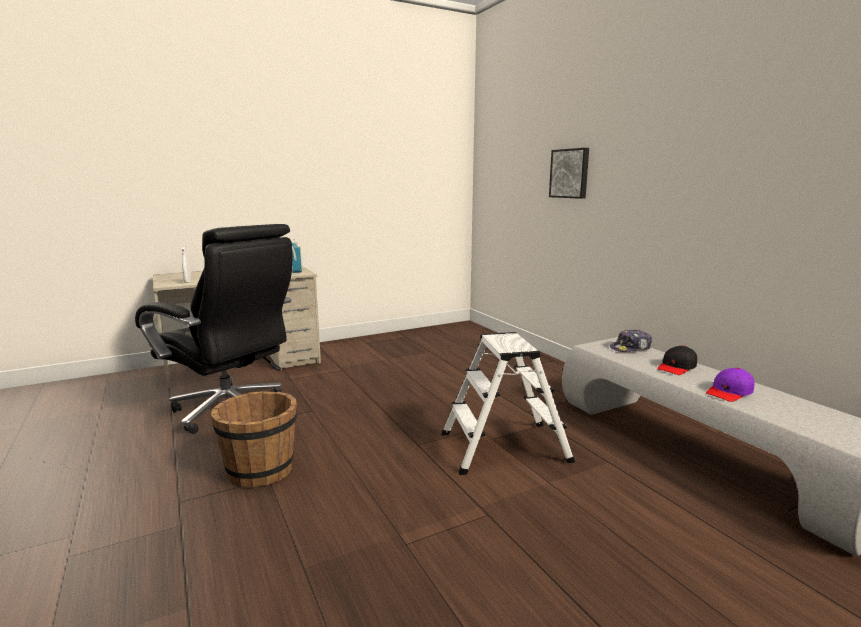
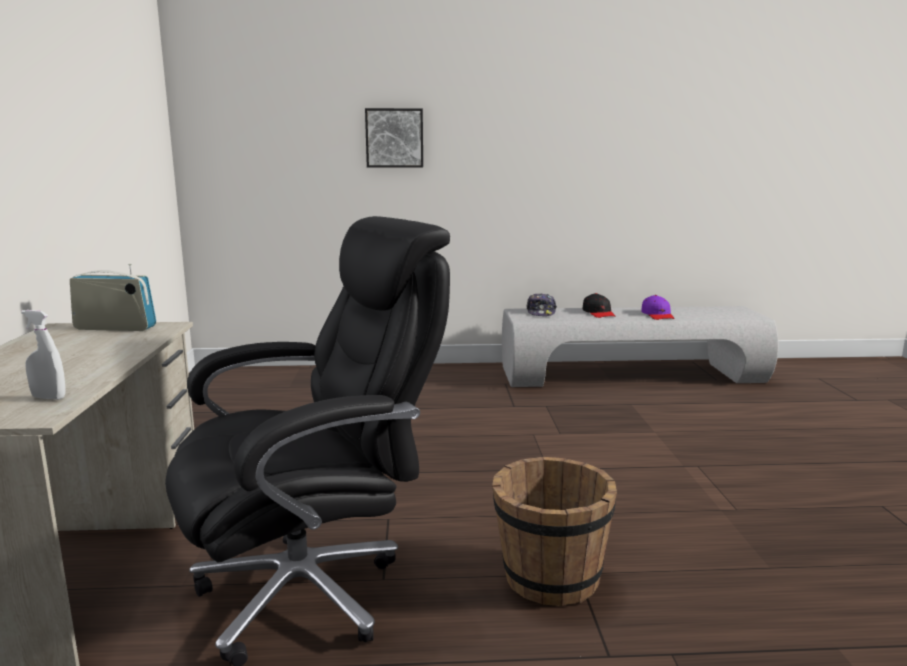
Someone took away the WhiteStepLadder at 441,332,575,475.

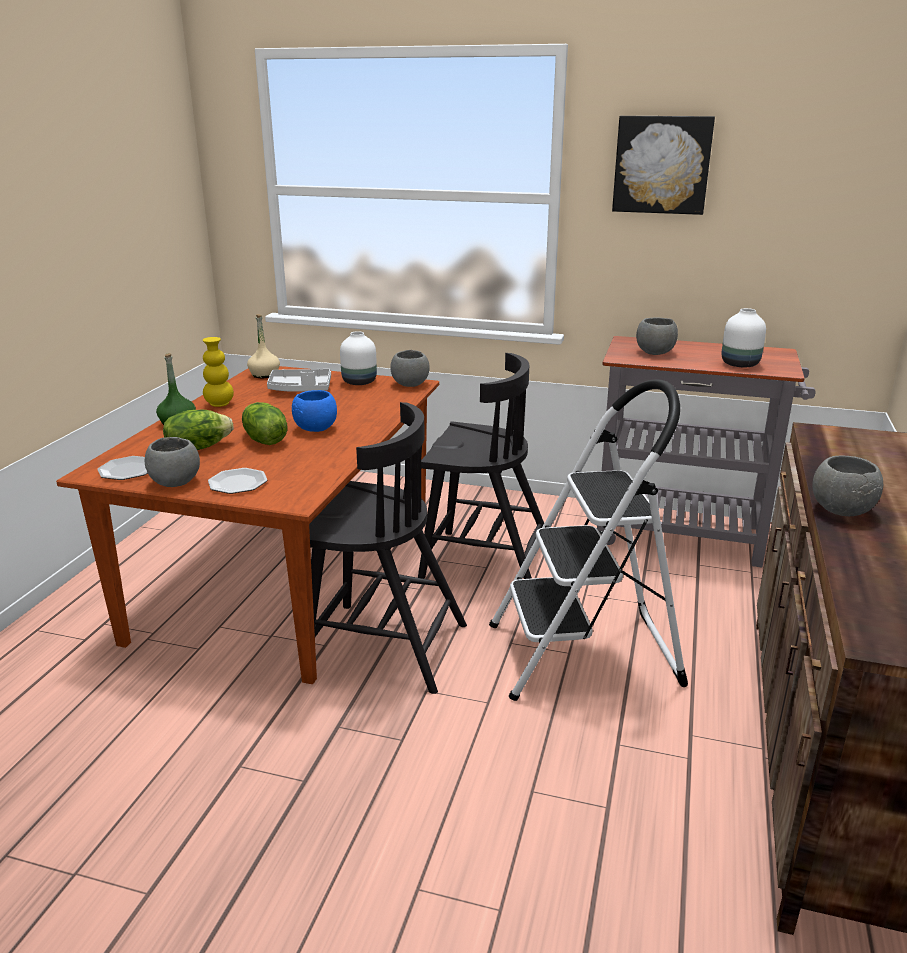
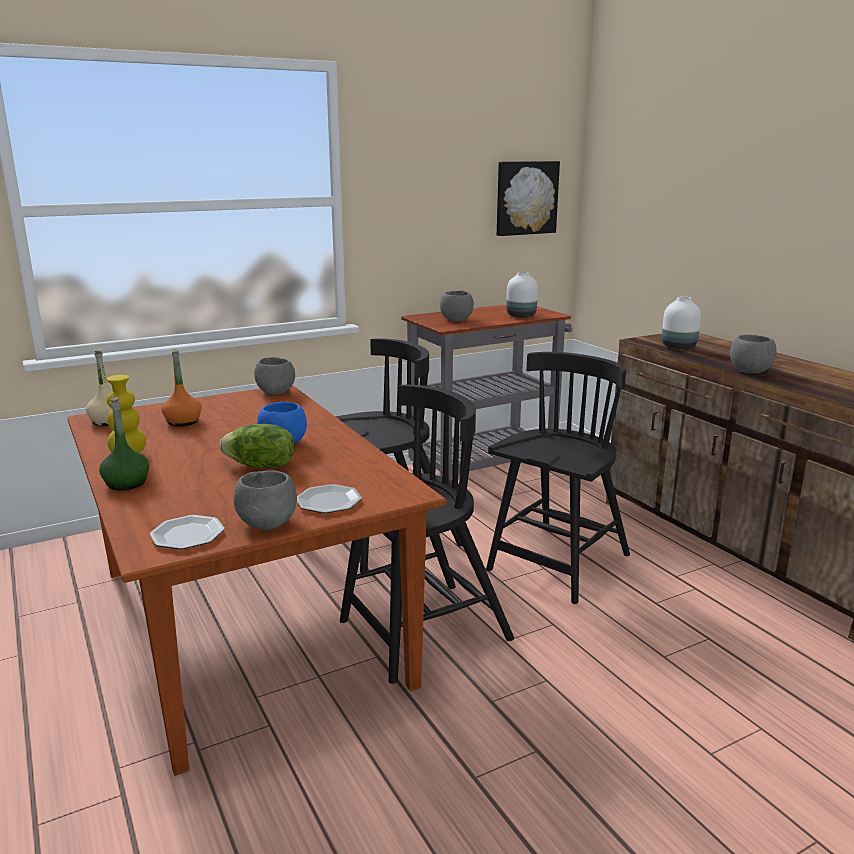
Someone took away the Lettuce at 163,410,234,450. Someone carried the WhiteVase from 340,331,377,385 to 662,296,701,349. Someone carried the Picture from 612,116,715,215 to 497,161,560,236. Someone swapped the GreyTray at 267,368,331,392 for the OrangeBottle at 161,350,202,426. Someone swapped the StepLadder at 489,380,688,701 for the BlackChair at 486,352,630,604.

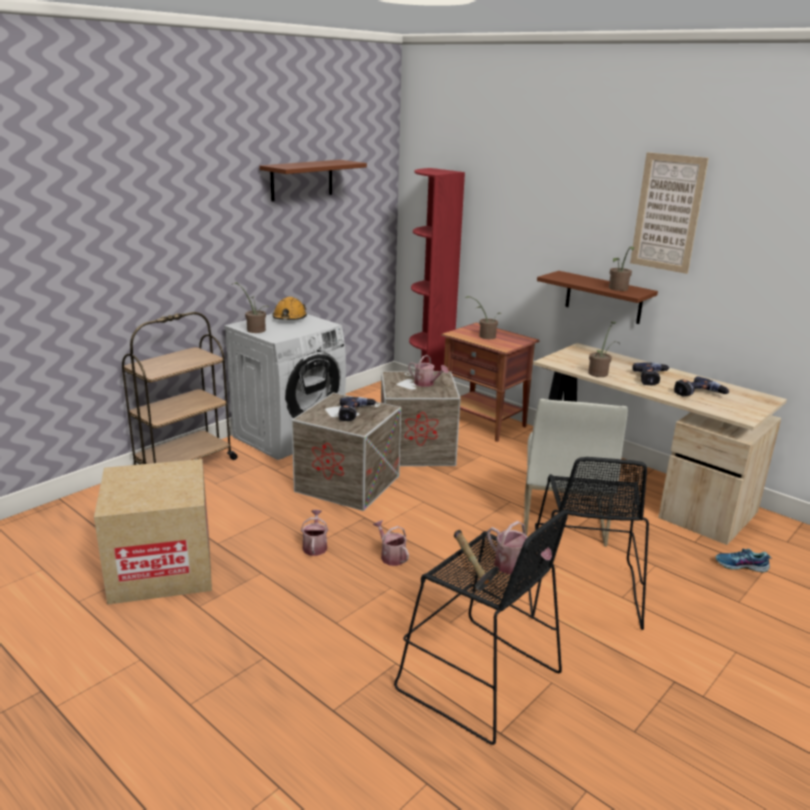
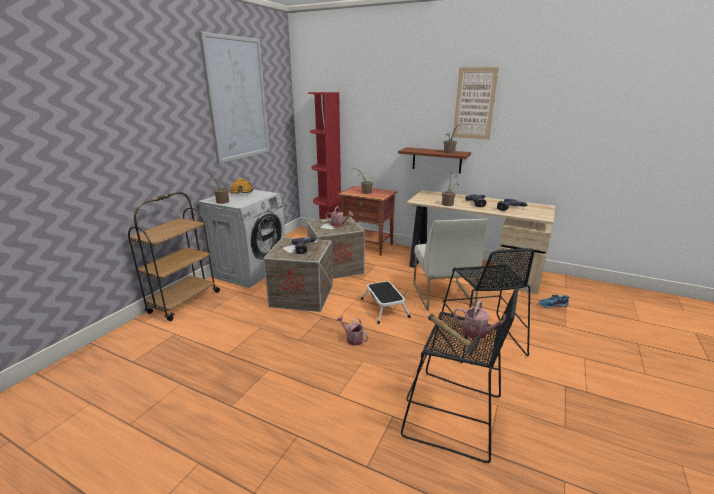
Someone took away the CardboardBox at 94,459,212,605. Someone took away the WateringCan at 301,510,328,556. Someone put down the BlackStepLadder at 361,281,411,324. Someone swapped the BrownShelf at 259,160,367,201 for the Picture at 199,32,270,164.

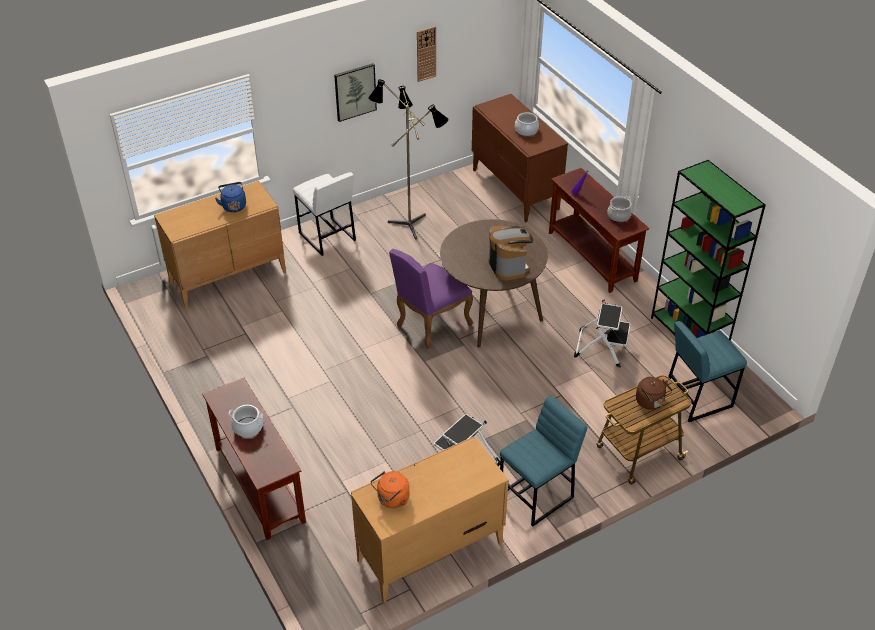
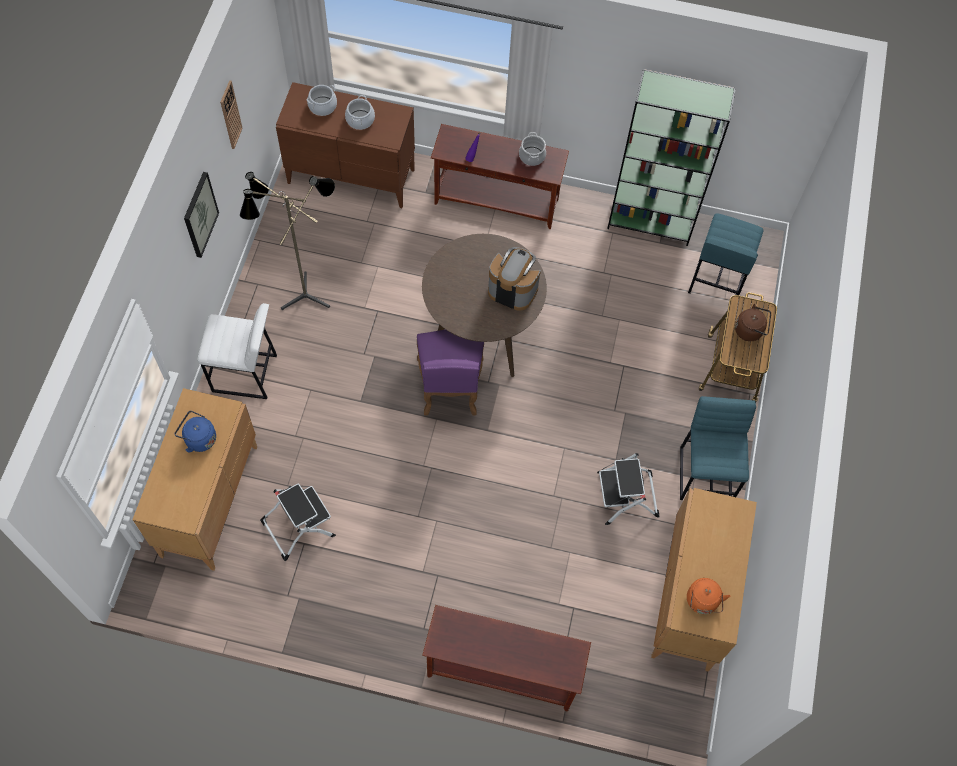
Someone carried the CookingPot from 229,405,263,437 to 307,85,337,116. Someone carried the StepLadder from 574,300,630,368 to 260,484,336,561.

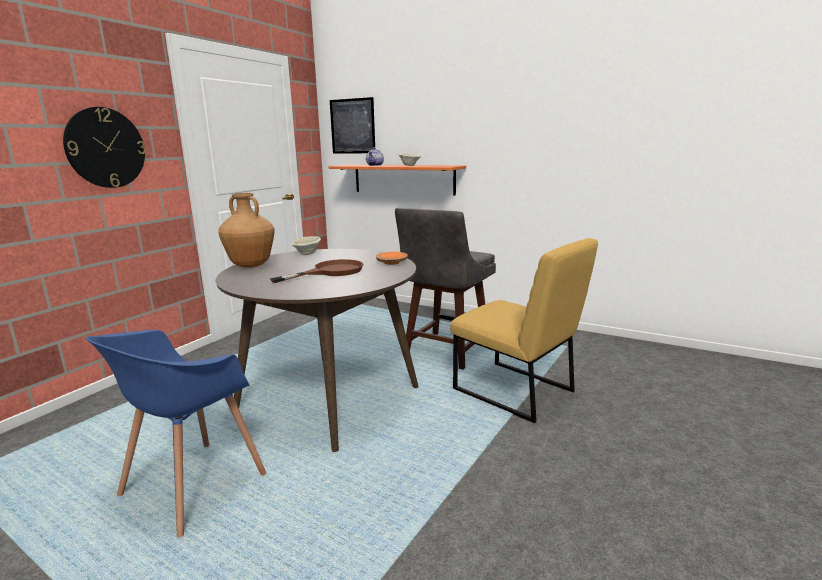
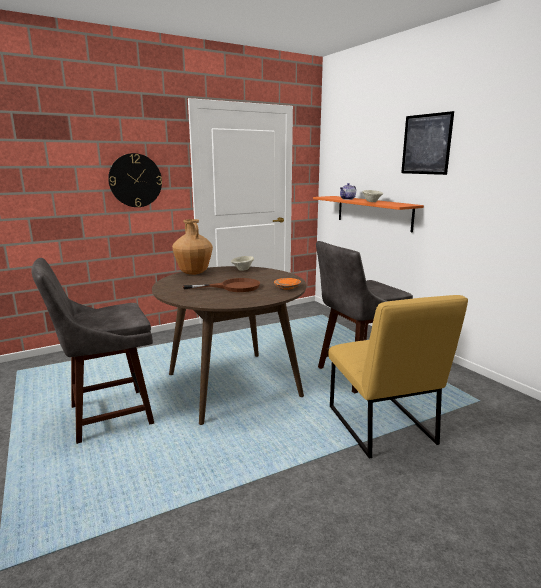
Someone carried the Picture from 330,97,375,154 to 401,111,454,175. Someone swapped the BlueChair at 85,330,266,537 for the GreyStool at 31,258,154,444.

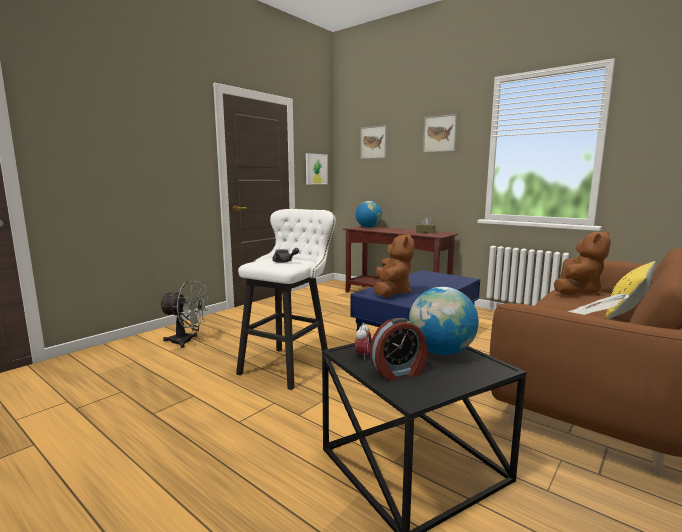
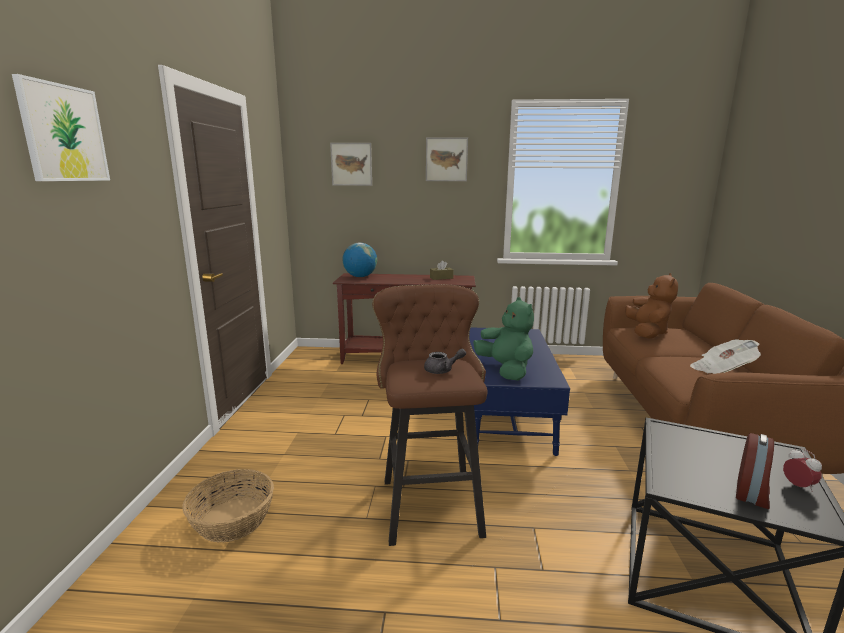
Someone took away the Globe at 409,287,479,355. Someone took away the YellowPillow at 605,261,655,319. Someone carried the Picture from 306,153,328,184 to 12,74,110,181. Someone carried the AlarmClock from 355,322,371,360 to 783,448,822,492. Someone swapped the GreyFan at 159,281,208,348 for the Basket at 182,469,274,543. Someone repainted the WhiteStool at 236,209,336,390, which became the BrownStool at 372,285,487,546. Someone repainted the BrownPlushToy at 373,233,414,297, which became the GreenPlushToy at 473,297,534,381.

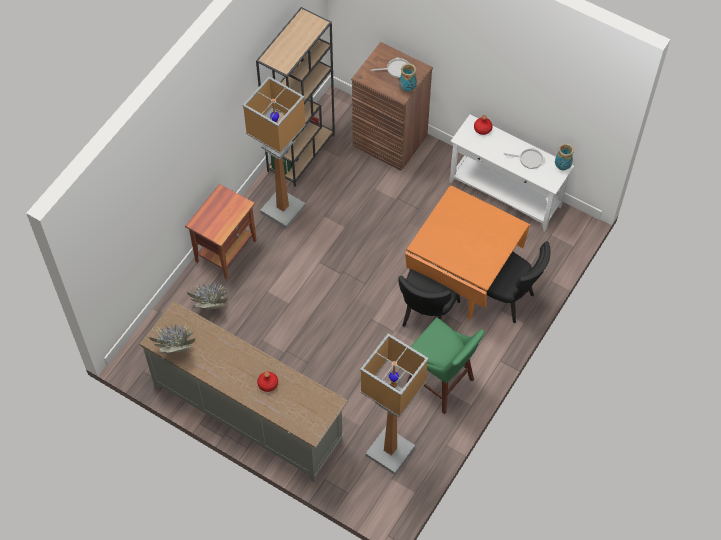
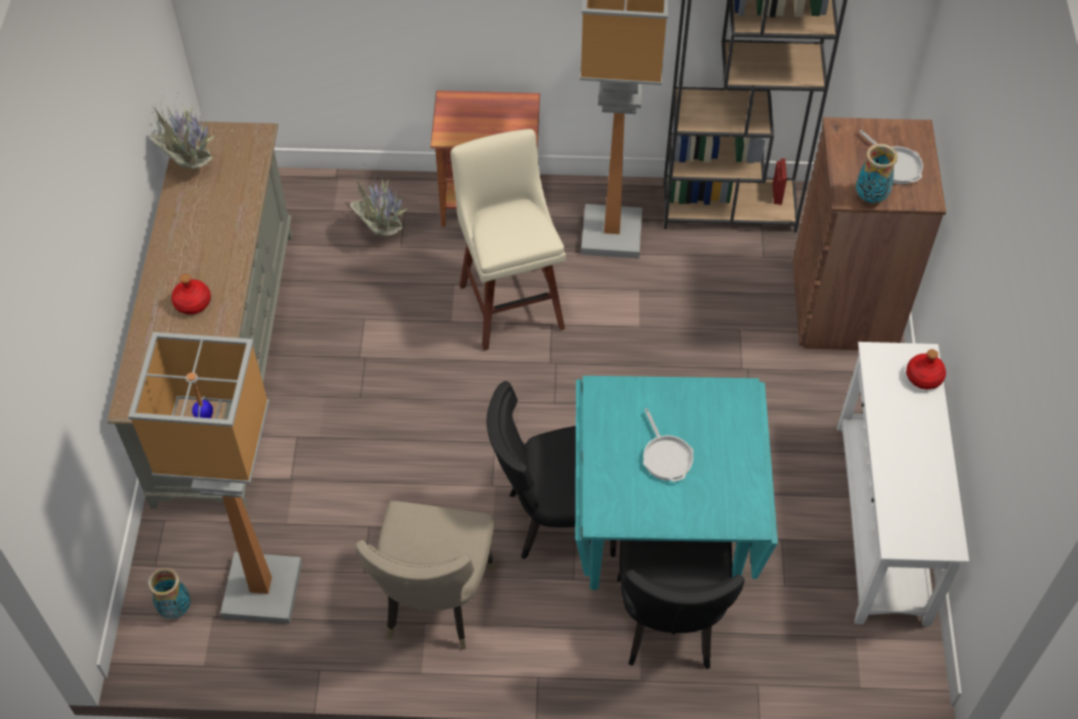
Someone put down the BeigeStool at 451,129,566,350. Someone carried the FryingPan from 504,148,545,169 to 643,408,694,482. Someone carried the Vase from 555,143,574,170 to 148,567,191,619. Someone swapped the GreenStool at 406,318,485,414 for the BeigeChair at 355,501,495,650. Someone repainted the OrangeDiningTable at 405,186,530,319, which became the TurquoiseDiningTable at 575,376,778,590.

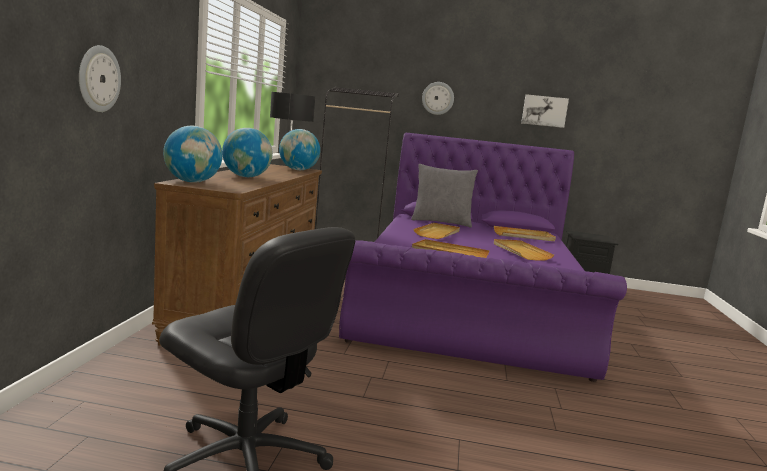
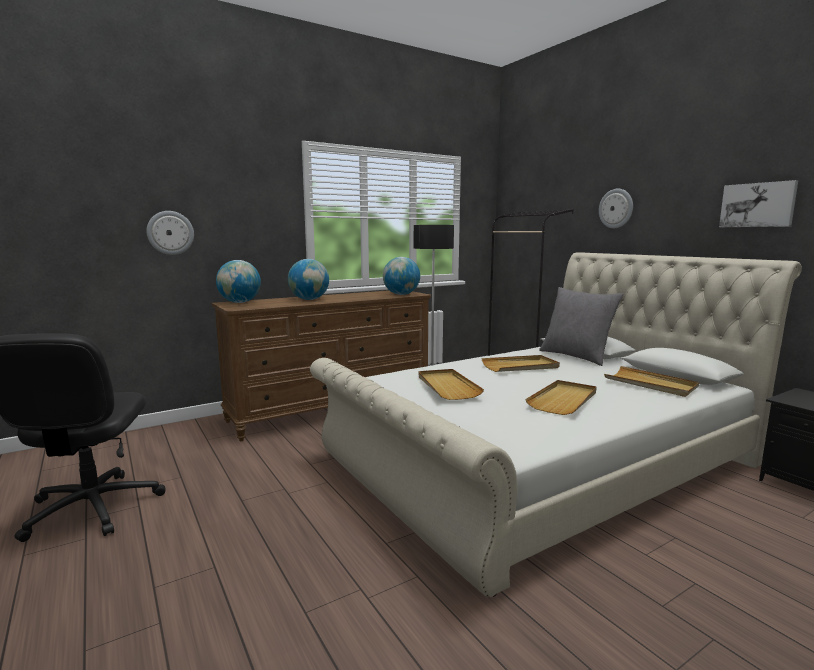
Someone repainted the PurpleBed at 339,133,627,382, which became the BeigeBed at 310,252,802,597.

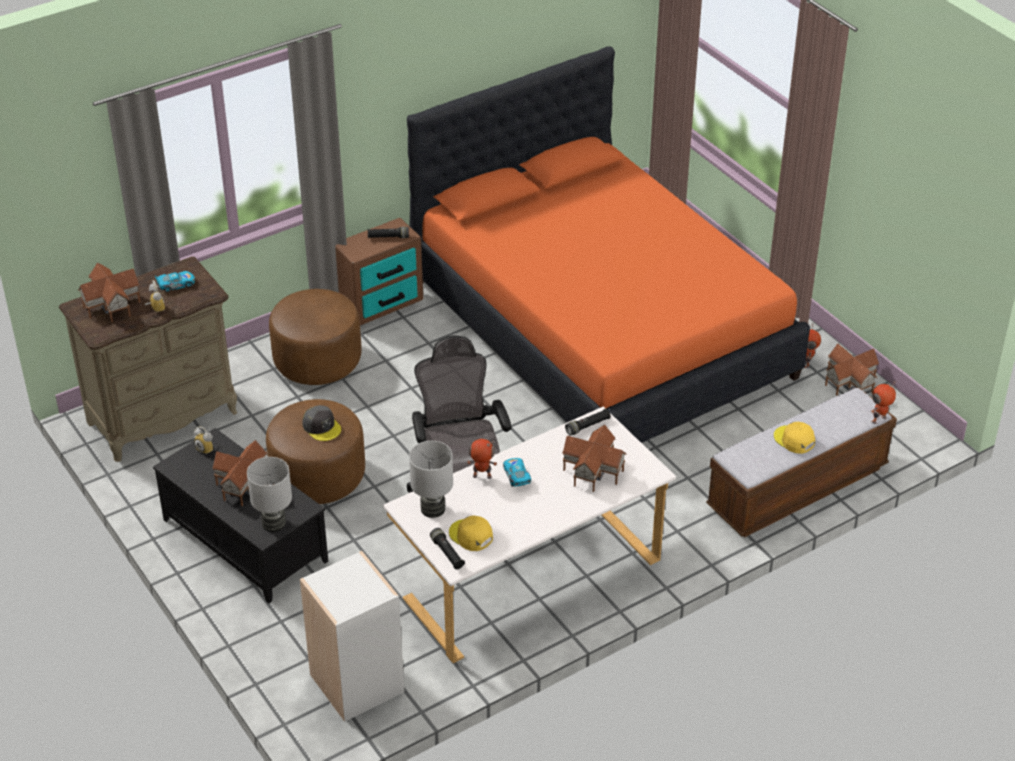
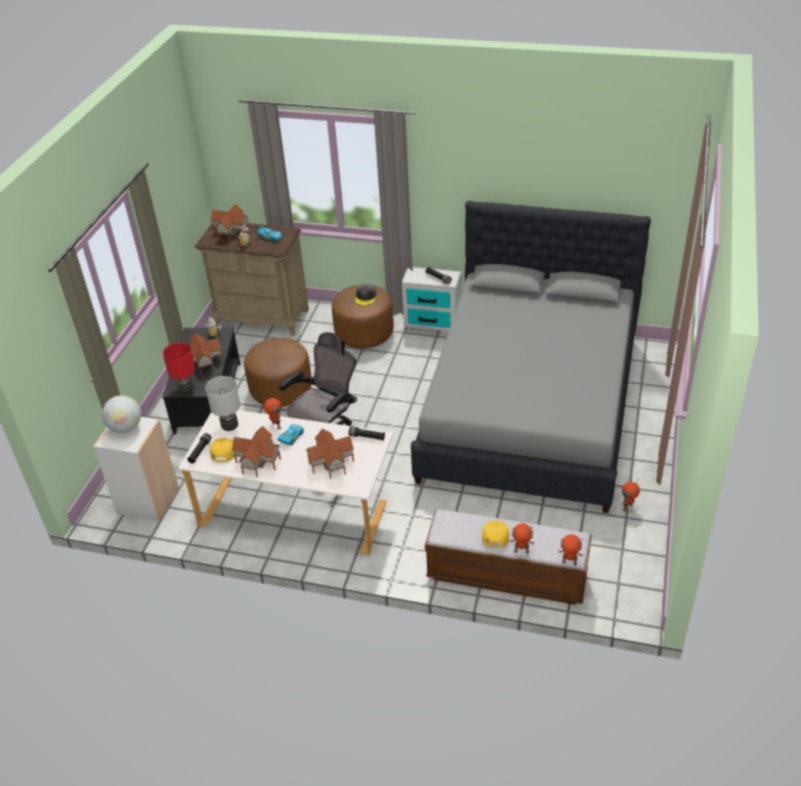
Someone put down the Globe at 102,395,141,433. Someone put down the ToyRobot at 510,523,534,554. Someone carried the GreyCap from 302,405,341,441 to 355,284,376,305. Someone carried the ToyHouse from 825,344,879,396 to 232,426,281,477. Someone repainted the GreyTableLamp at 247,457,292,532, which became the RedTableLamp at 163,342,195,393. Someone repainted the BrownNightstand at 335,218,423,326, which became the WhiteNightstand at 402,267,462,332. Someone repainted the OrangeBed at 407,46,810,443, which became the GreyBed at 411,201,651,513.

